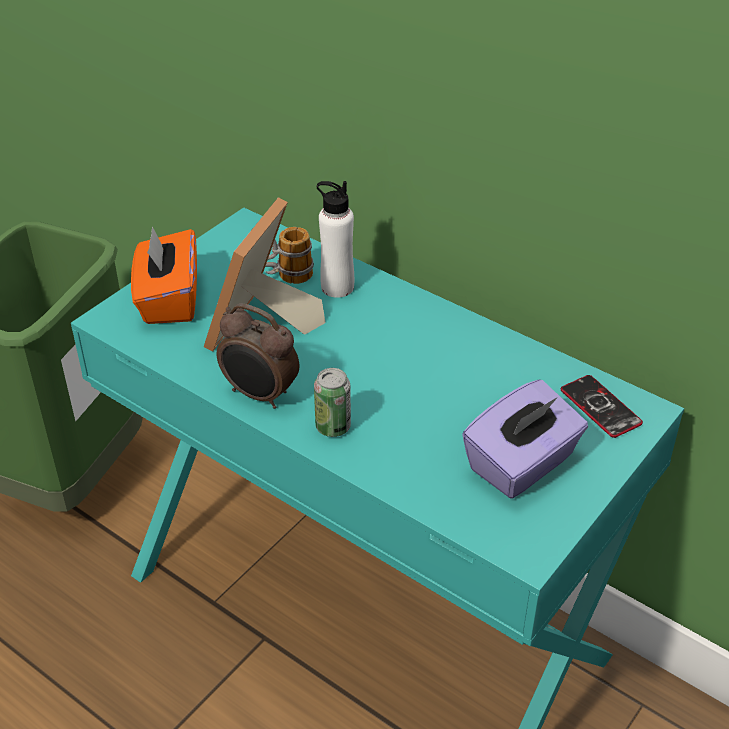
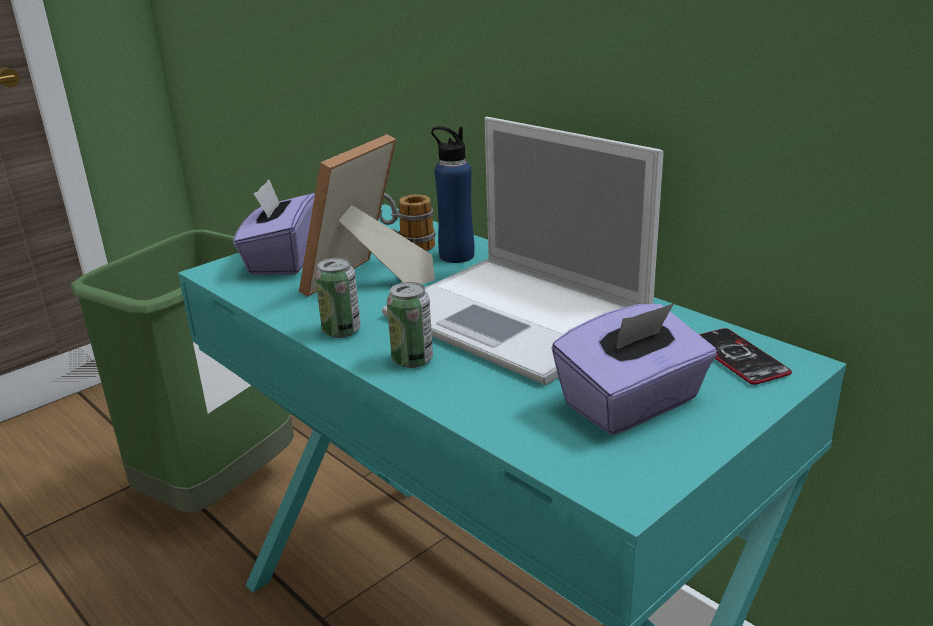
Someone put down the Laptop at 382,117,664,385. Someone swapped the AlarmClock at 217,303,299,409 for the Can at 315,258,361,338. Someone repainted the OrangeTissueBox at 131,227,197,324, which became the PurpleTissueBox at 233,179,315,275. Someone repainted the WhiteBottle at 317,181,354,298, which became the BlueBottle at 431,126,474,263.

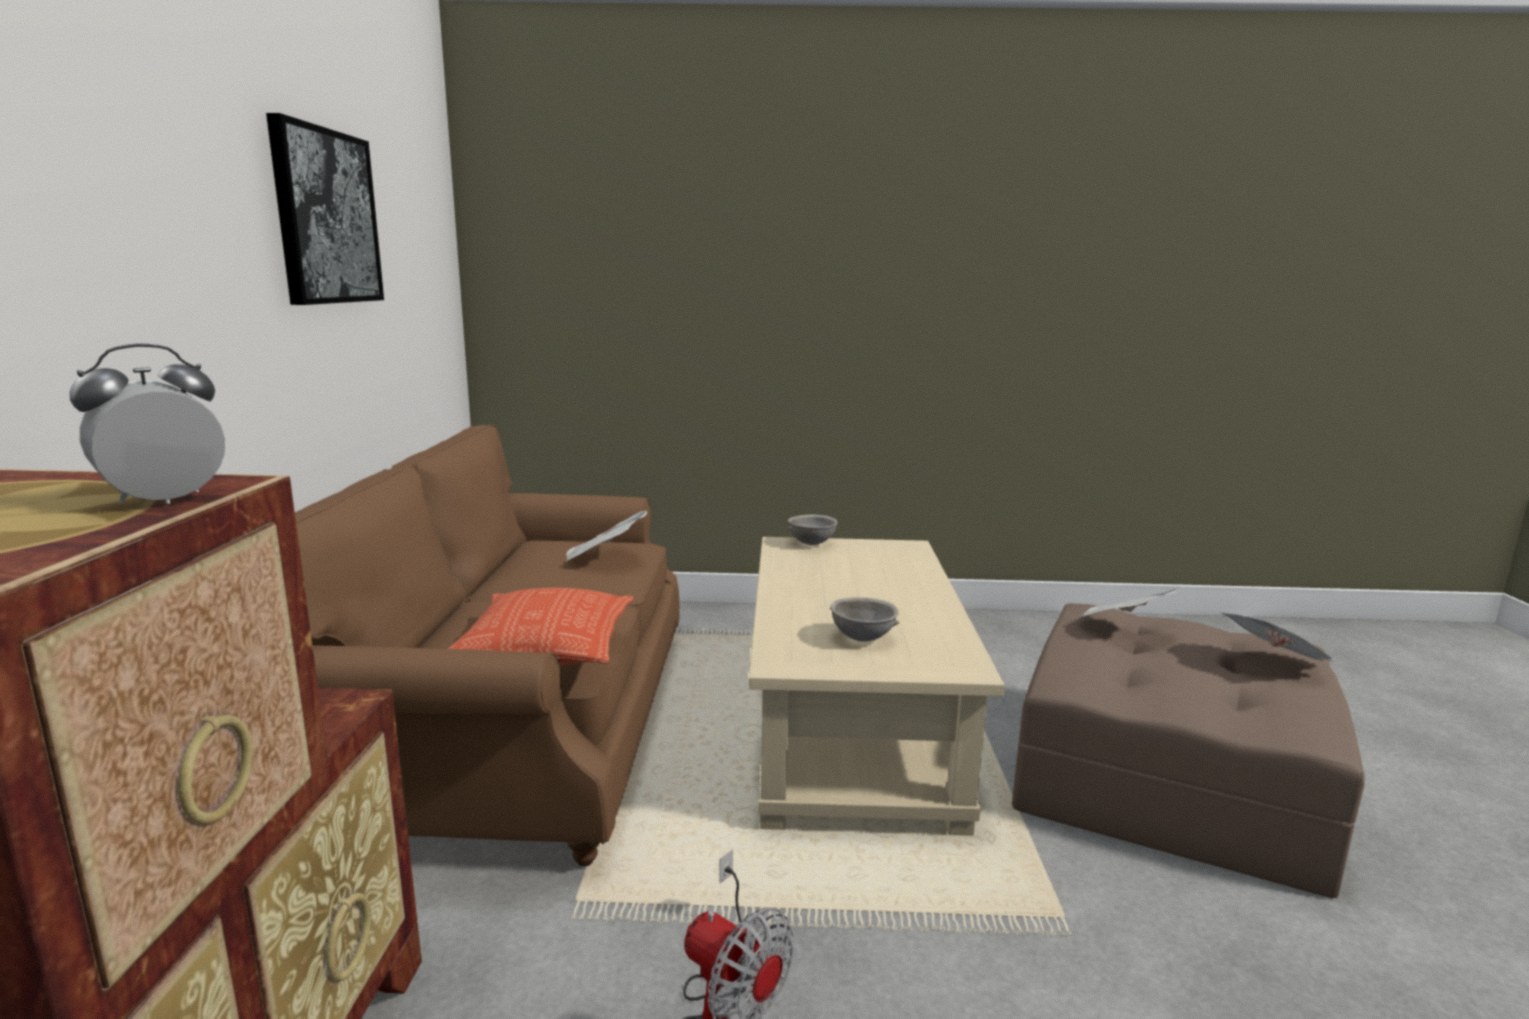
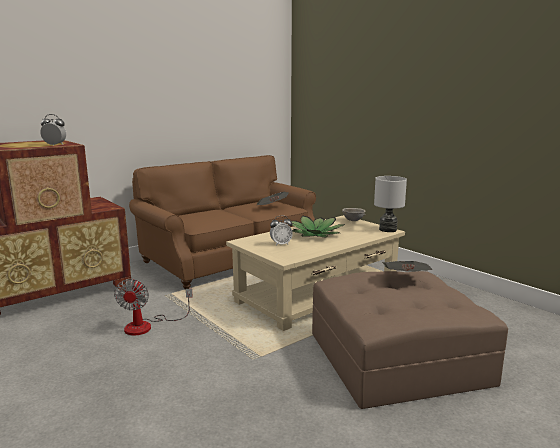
Someone took away the Picture at 266,113,384,305. Someone took away the OrangePillow at 447,588,634,666. Someone took away the Newspaper at 1222,613,1332,662. Someone put down the PottedPlant at 291,215,345,238. Someone put down the GreyTableLamp at 374,176,407,232. Someone swapped the GreyBowl at 830,597,900,642 for the AlarmClock at 270,215,293,246.

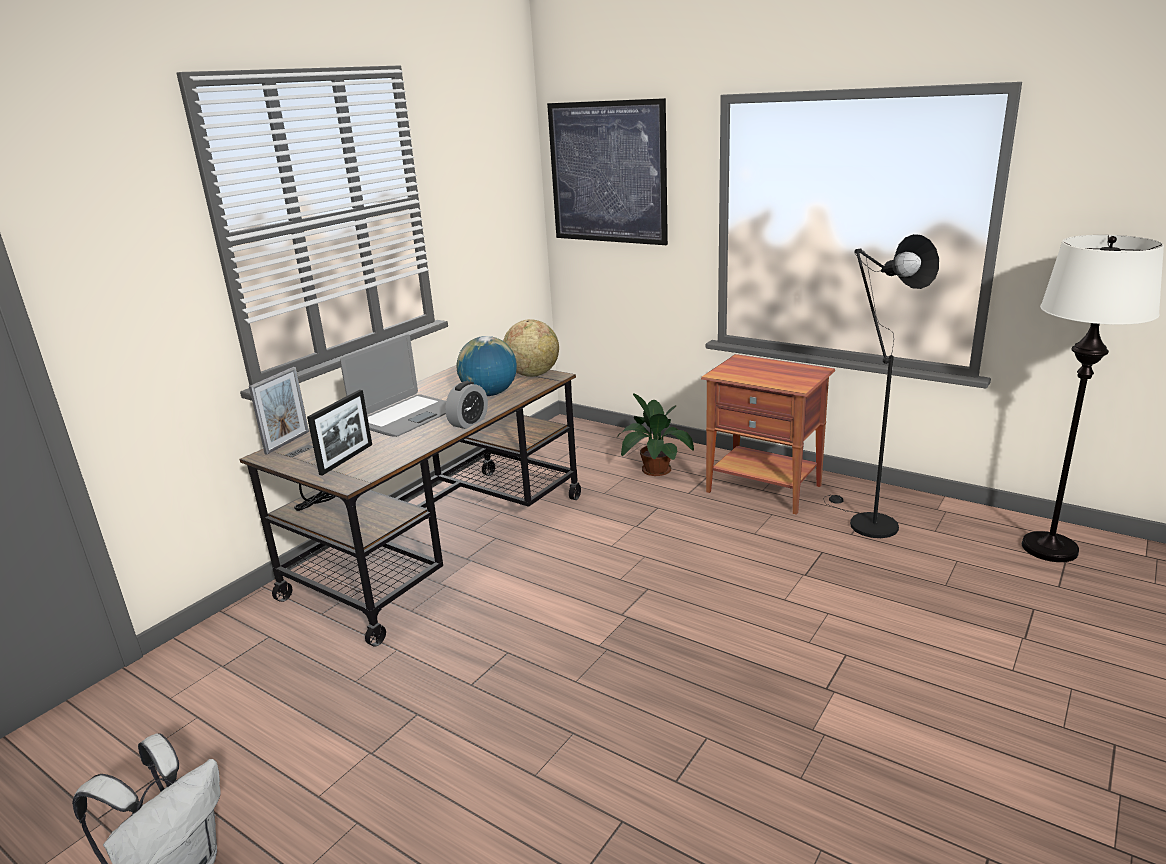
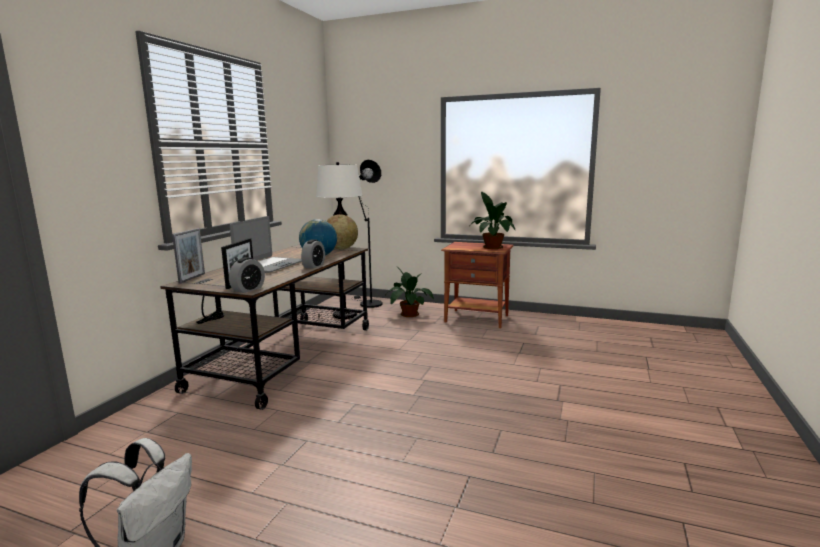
Someone took away the Picture at 547,98,668,245. Someone put down the AlarmClock at 229,257,265,293. Someone put down the PottedPlant at 470,192,516,249. Someone carried the BlackFloorLamp from 823,234,939,538 to 351,160,382,308. Someone carried the WhiteFloorLamp from 1022,235,1164,562 to 316,162,362,319.

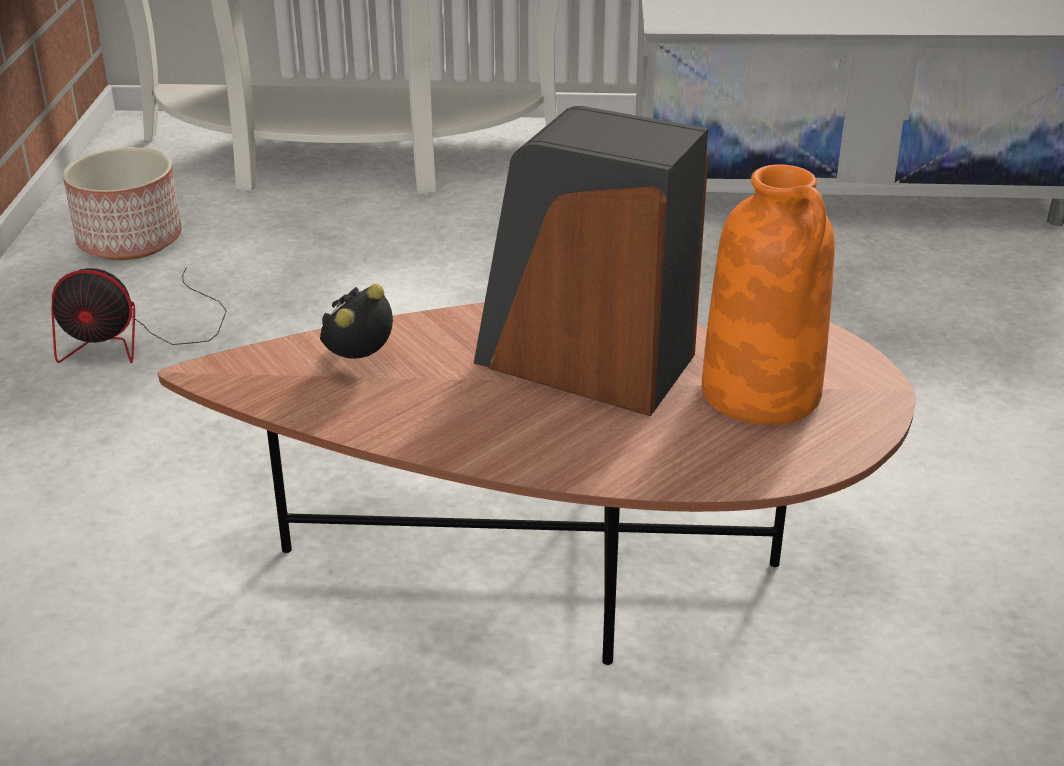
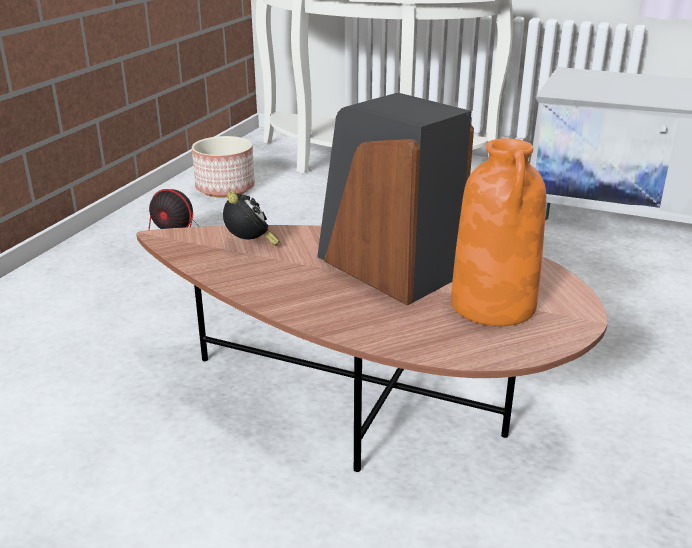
Someone rotated the AlarmClock at 320,284,393,359 by 105 degrees clockwise.

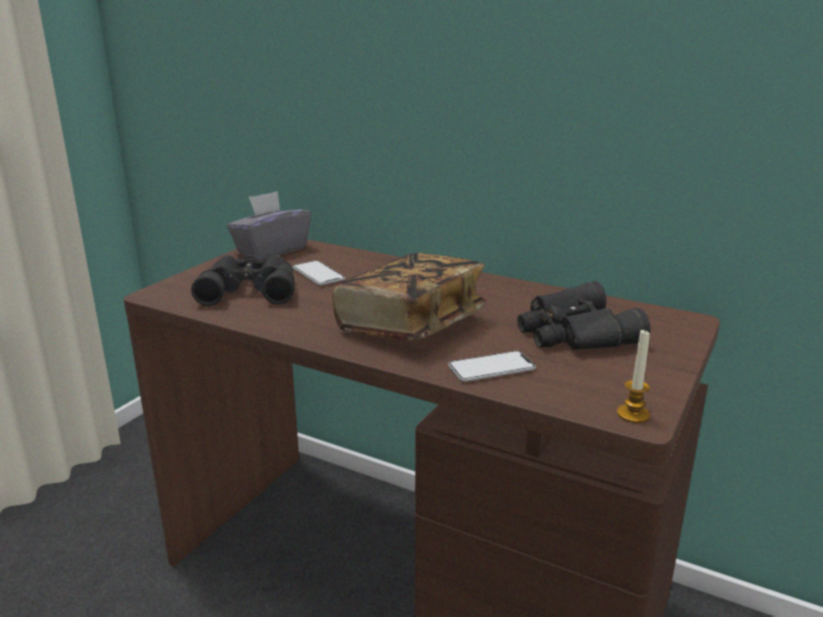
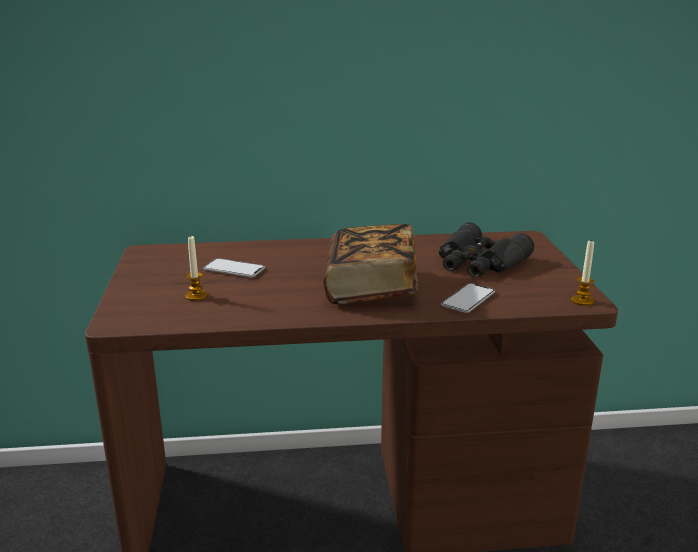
Someone took away the GreyTissueBox at 227,191,311,260. Someone swapped the BlackBinoculars at 191,254,294,306 for the Candle at 185,236,207,301.

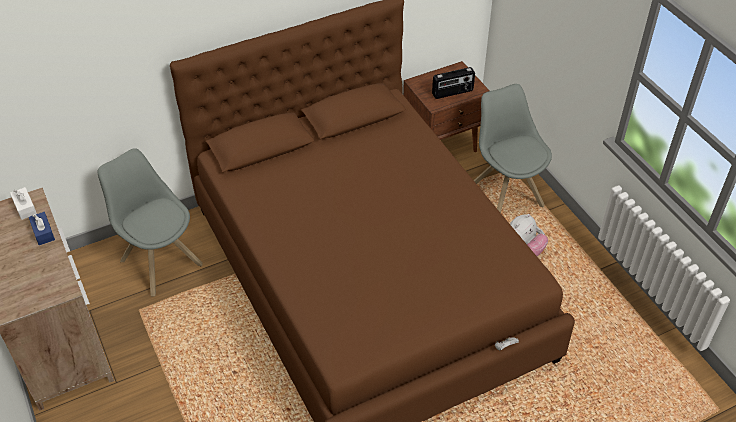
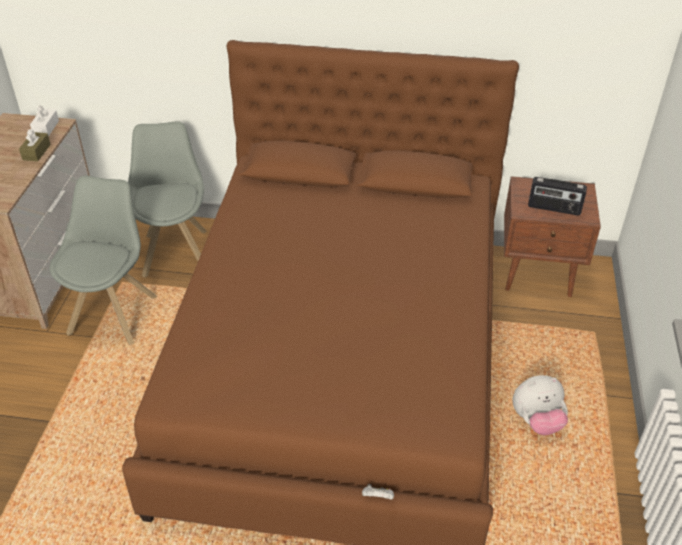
Someone carried the GreyChair from 474,84,552,213 to 49,175,157,345. Someone repainted the BlueTissueBox at 29,212,55,245, which became the BrownTissueBox at 19,129,51,162.

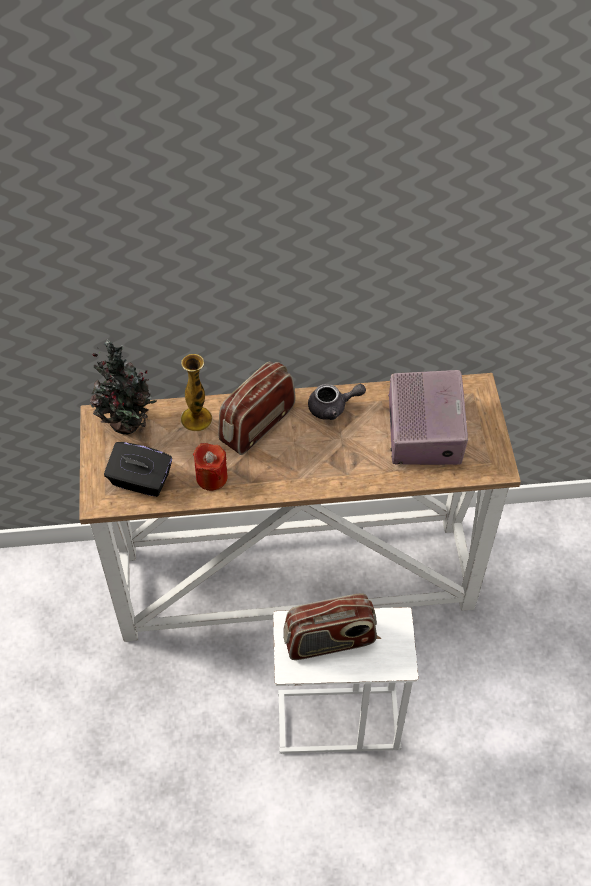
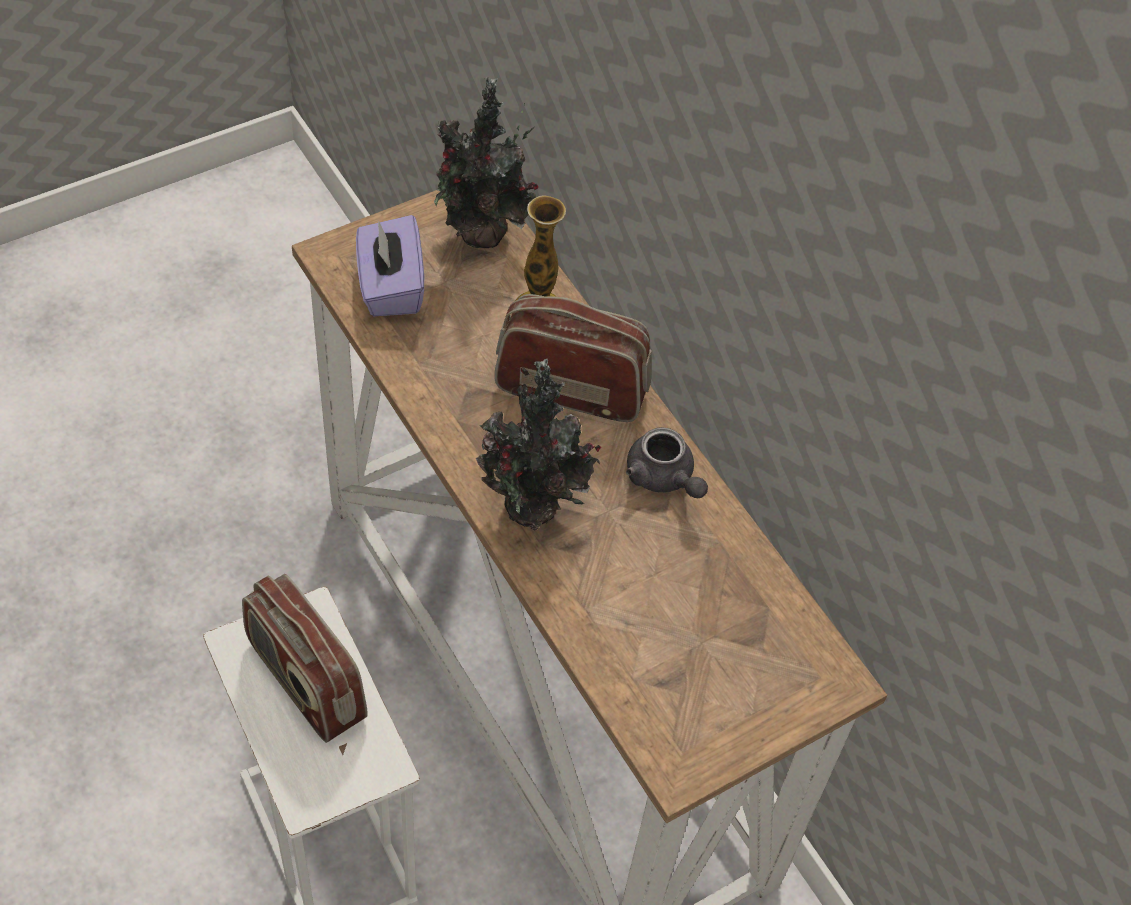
Someone took away the RedCandle at 193,443,228,491. Someone took away the Radio at 388,370,468,465. Someone put down the PottedPlant at 476,359,602,531. Someone repainted the BlackTissueBox at 104,442,172,497, which became the PurpleTissueBox at 356,215,424,316.

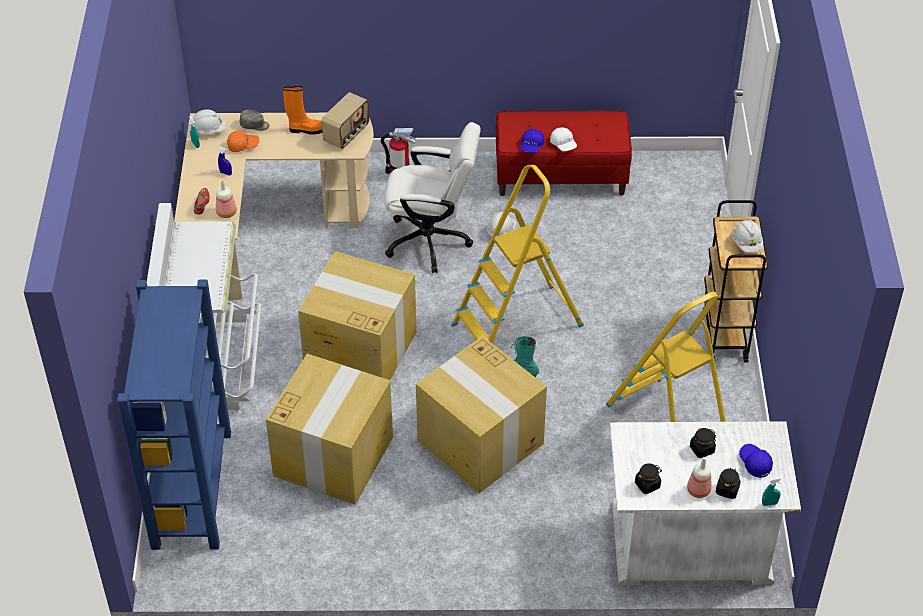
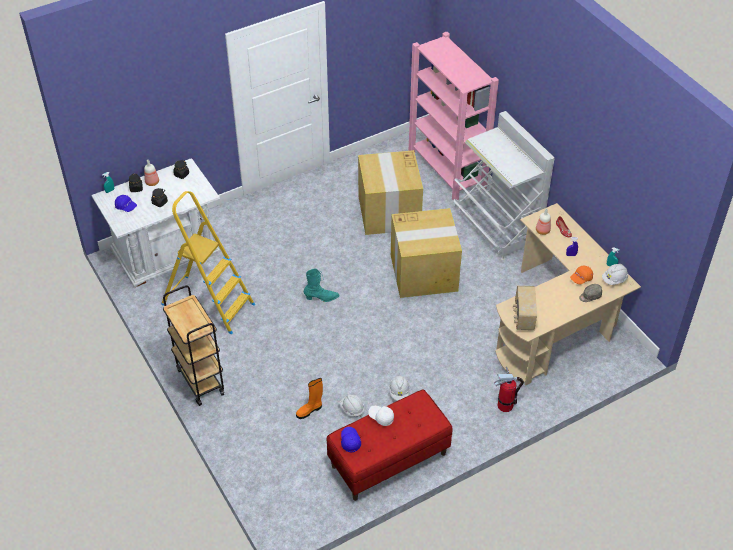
Someone took away the WhiteOfficeChair at 384,122,480,273. Someone took away the CardboardBox at 416,336,547,493. Someone took away the YellowStepLadder at 451,165,584,345. Someone carried the OrangeBoot from 283,86,322,135 to 296,378,323,419. Someone carried the BlueCap from 520,129,545,153 to 341,427,361,452. Someone carried the WhiteHardHat from 732,220,763,253 to 339,394,365,417. Someone repainted the BlueBookcase at 117,280,231,550, which became the PinkBookcase at 409,31,499,200.

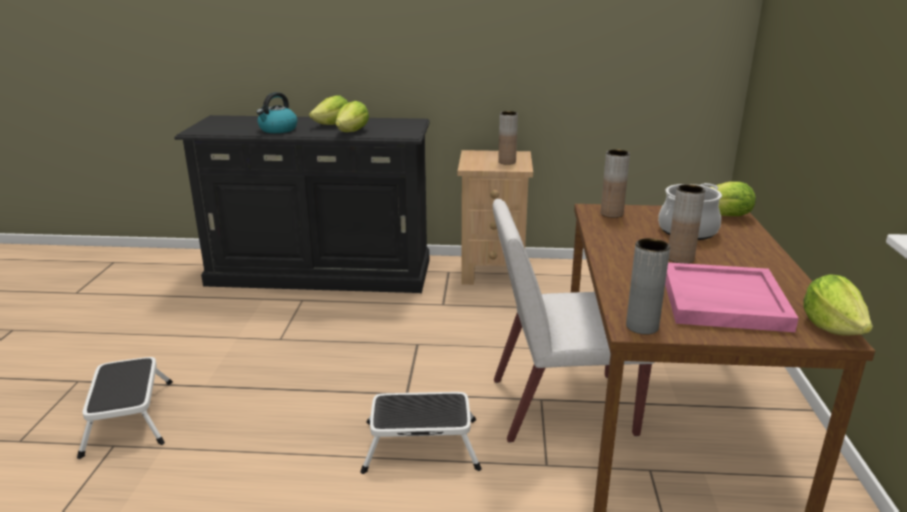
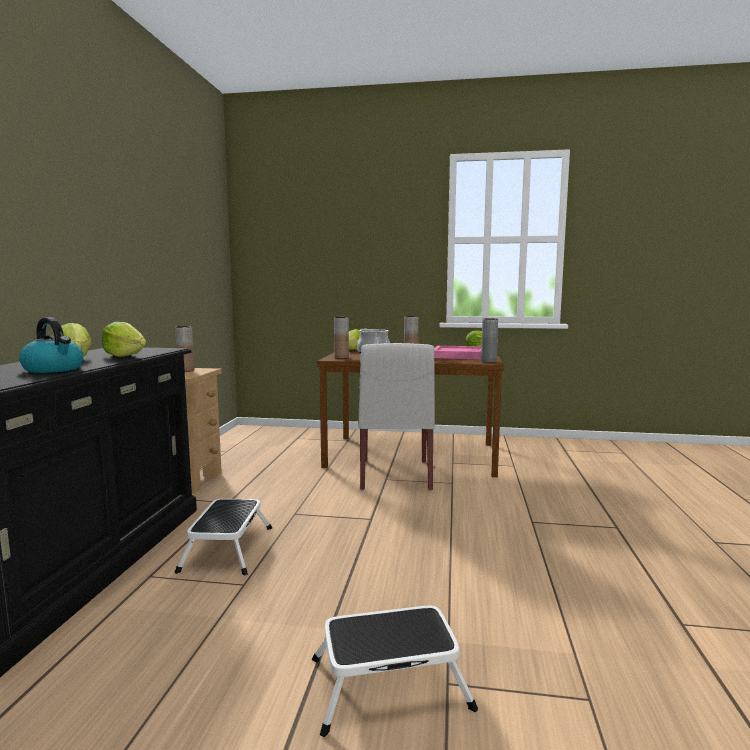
Someone carried the BlackStepLadder from 360,392,482,474 to 175,499,272,576.

